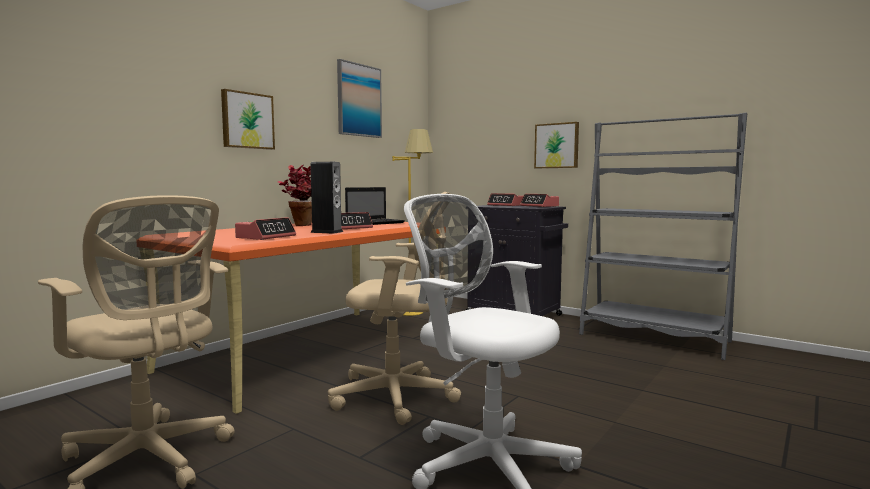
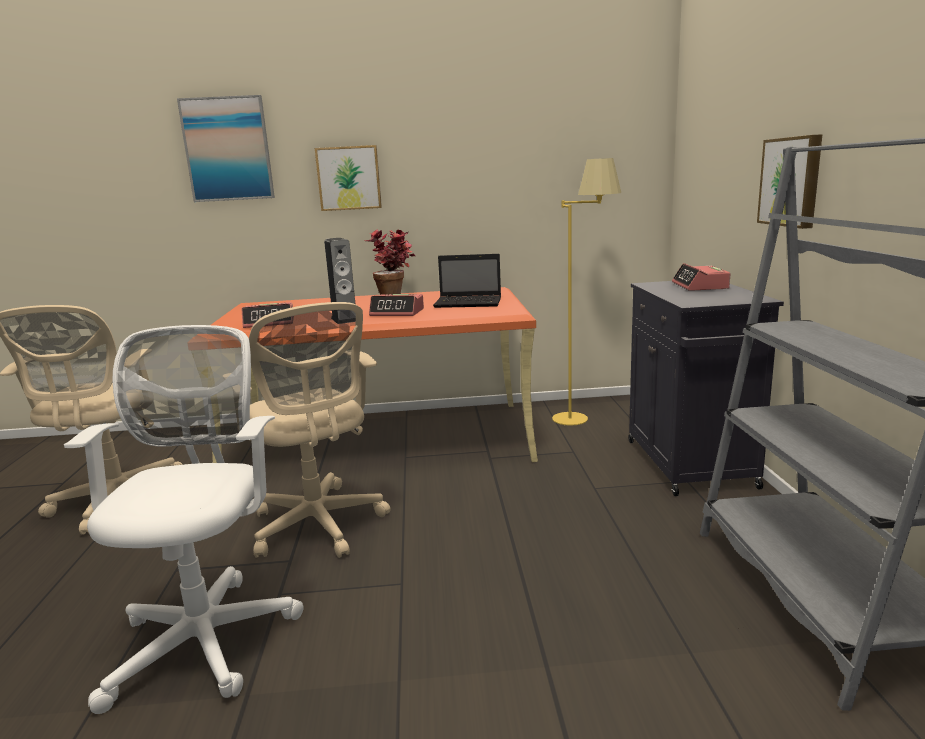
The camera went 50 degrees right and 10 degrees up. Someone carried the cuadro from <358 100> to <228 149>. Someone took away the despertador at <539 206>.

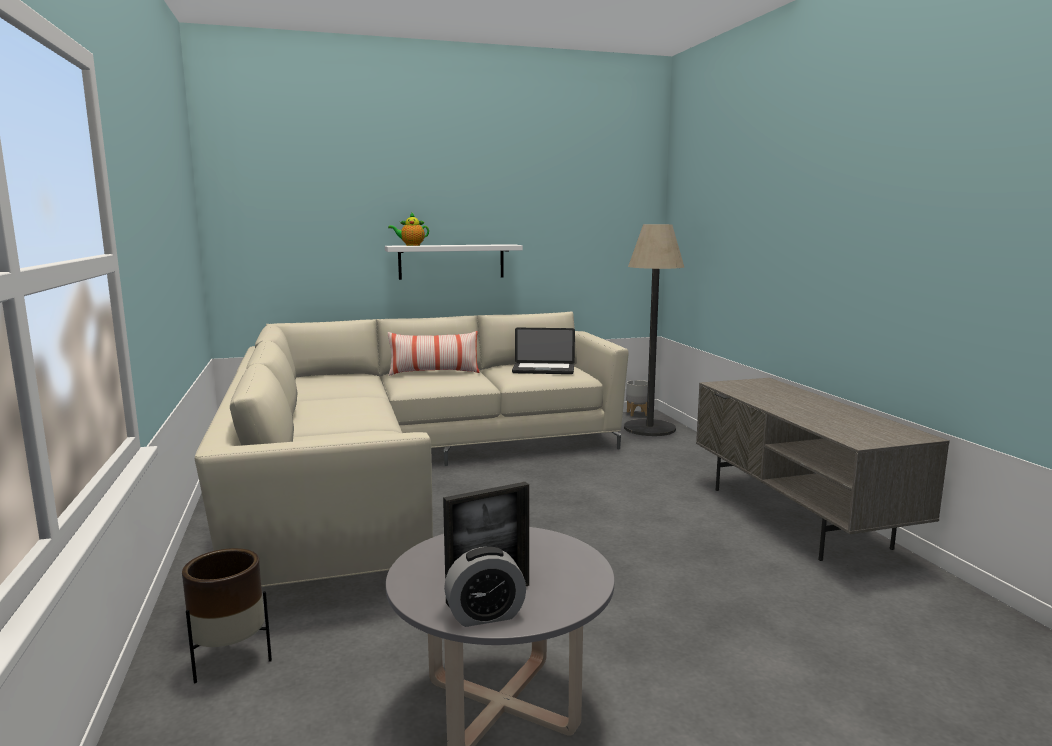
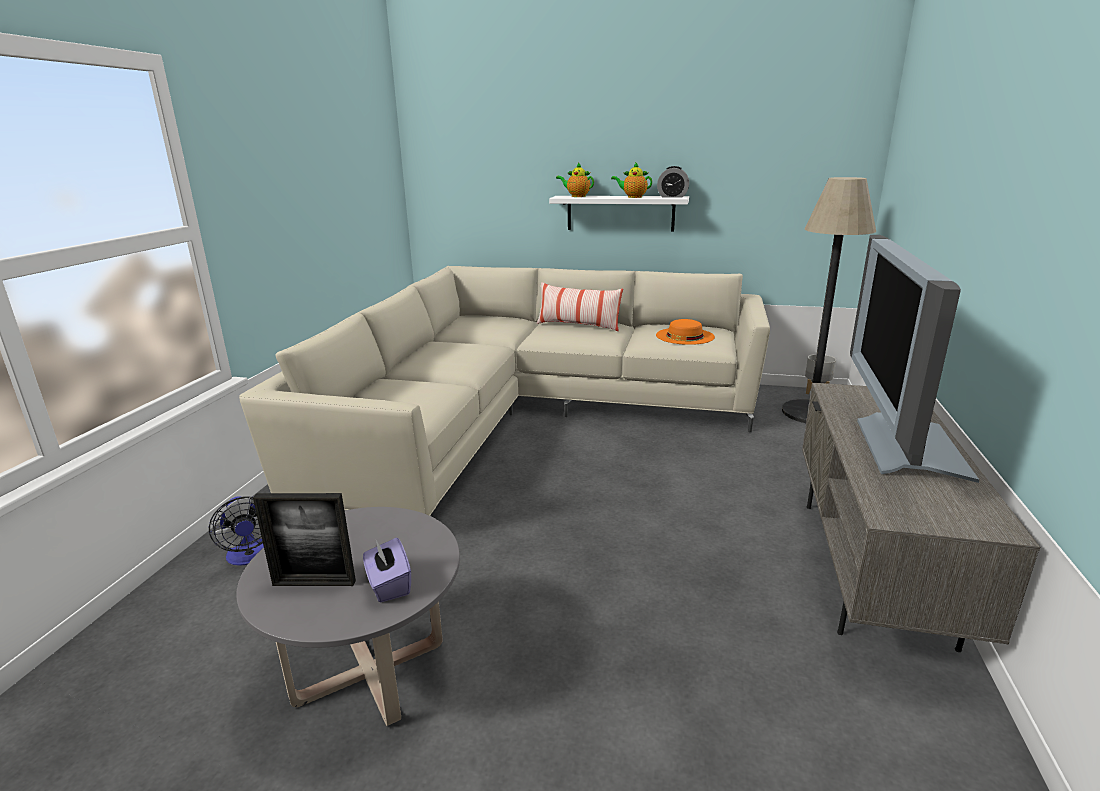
The camera went 30 degrees right and 10 degrees up. Someone swapped the maceta/marrón at <231 660> for the ventilador at <250 556>. Someone carried the despertador from <485 615> to <672 197>. Someone swapped the portátil at <543 370> for the sombrero/naranja at <685 336>. Someone put down the caja de pañuelos/morado at <389 585>. Someone put down the tetera at <633 197>. Someone put down the televisor at <901 449>.

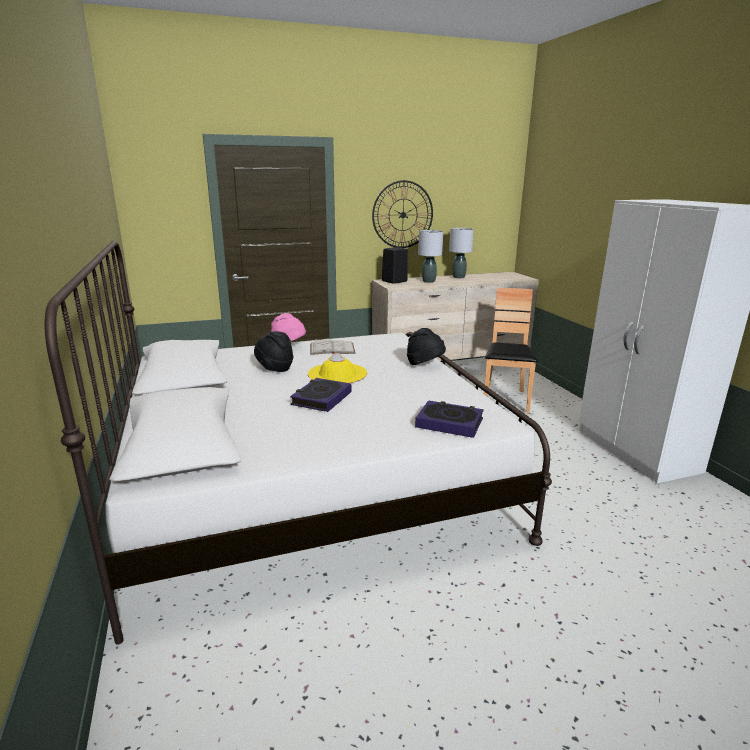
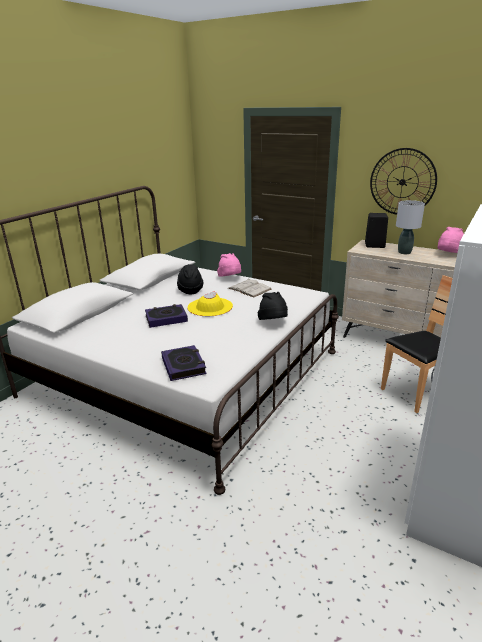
The camera went 50 degrees right and 5 degrees up. Someone swapped the lámpara de mesa/gris at <459 277> for the sombrero/rosa at <449 255>.

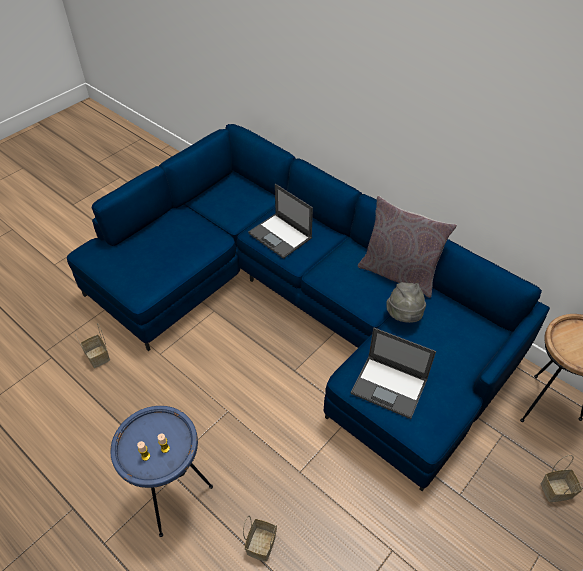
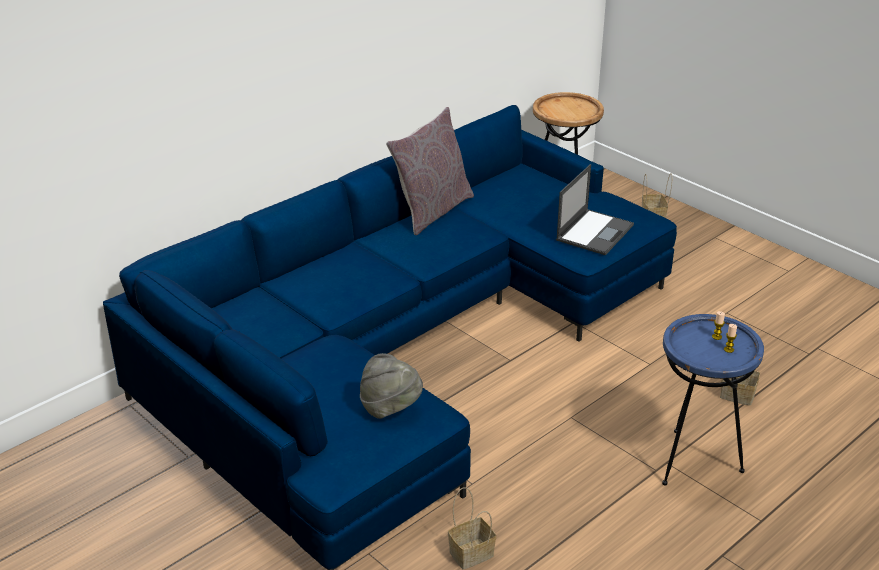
The camera went 85 degrees left and 15 degrees down. Someone took away the portátil at <280 236>. Someone carried the sombrero/gris from <404 316> to <390 408>.

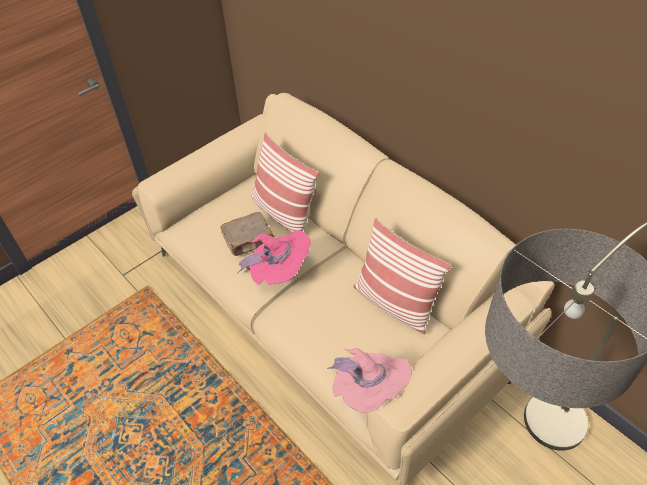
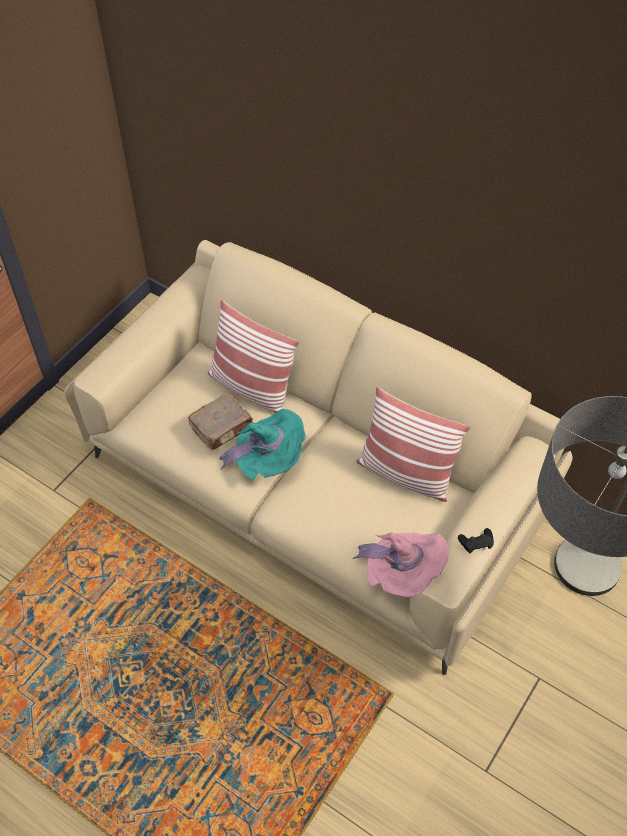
The camera went 15 degrees left and 5 degrees up. Someone repainted the sombrero/rosa at <279 272>, which became the sombrero/turquesa at <268 459>. Someone put down the mando de consola/negro at <476 542>.

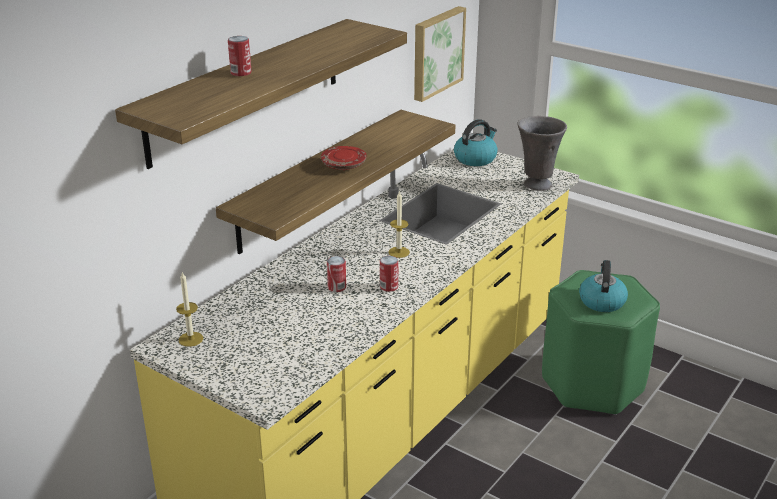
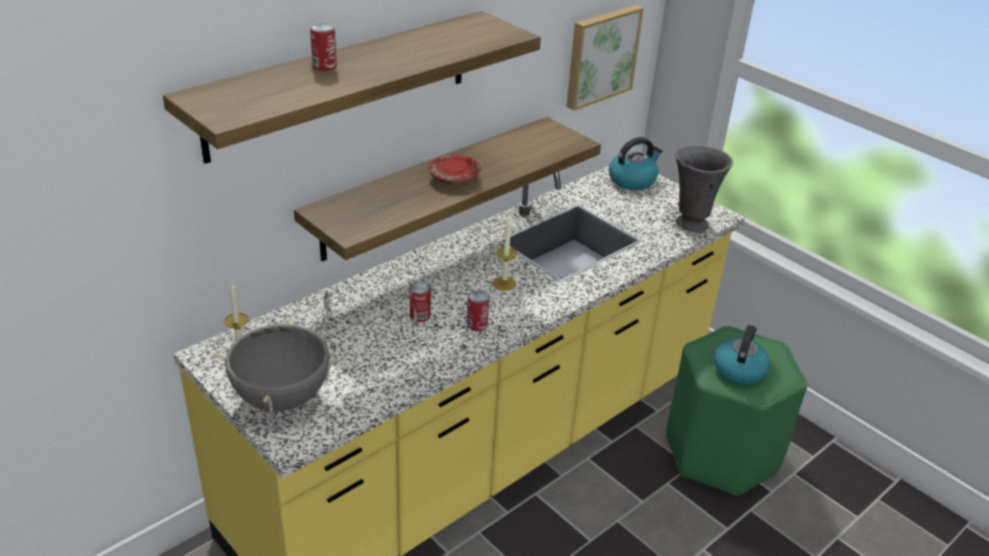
The camera went 10 degrees right and 5 degrees up. Someone put down the olla/gris at <281 398>.

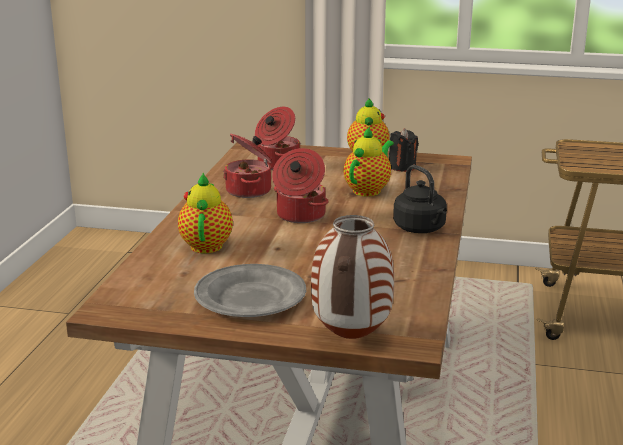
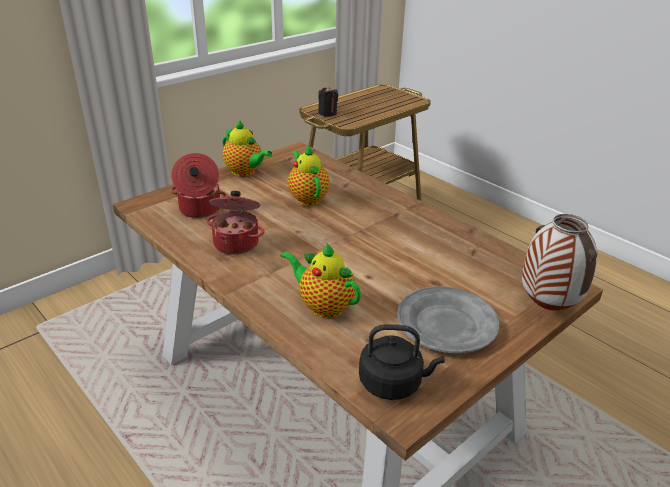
The camera went 55 degrees left and 10 degrees up. Someone took away the olla at <299 215>. Someone carried the vela/negro from <402 167> to <327 113>. Someone carried the hervidor/negro from <421 229> to <393 383>.

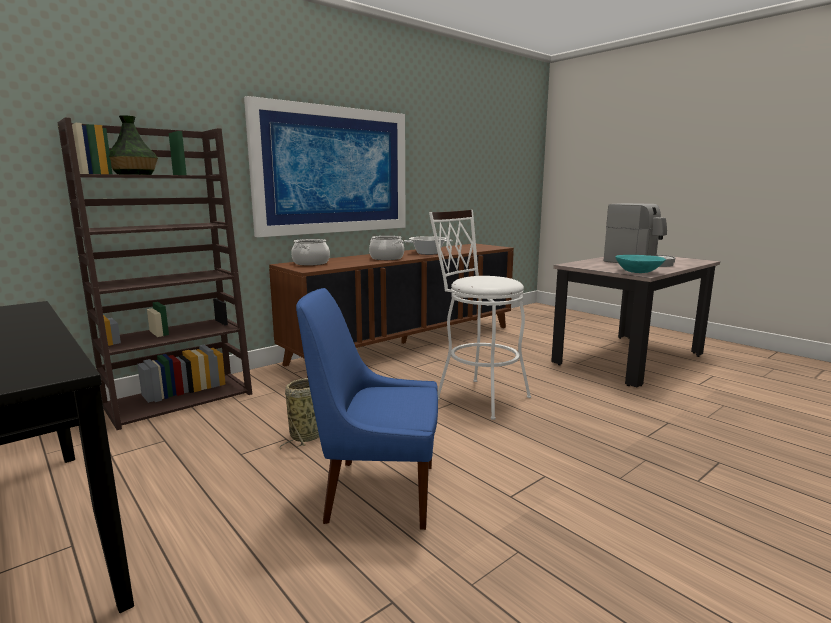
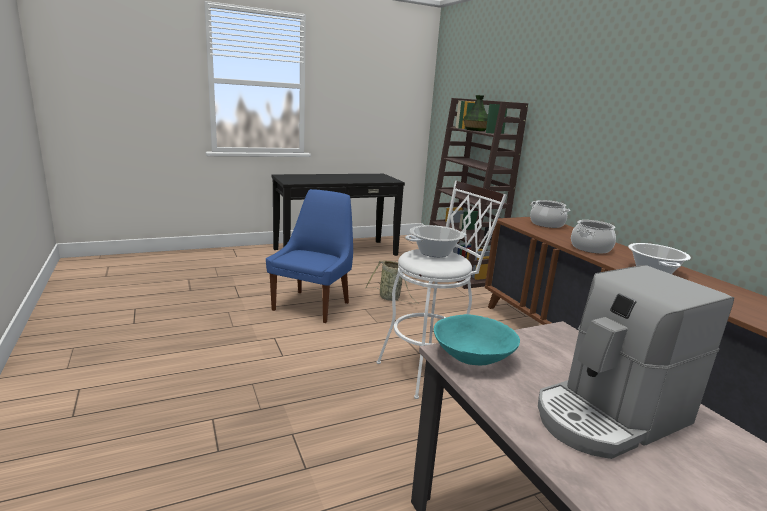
The camera went 105 degrees right and 5 degrees up. Someone took away the cuadro at <333 170>. Someone put down the olla at <435 253>.

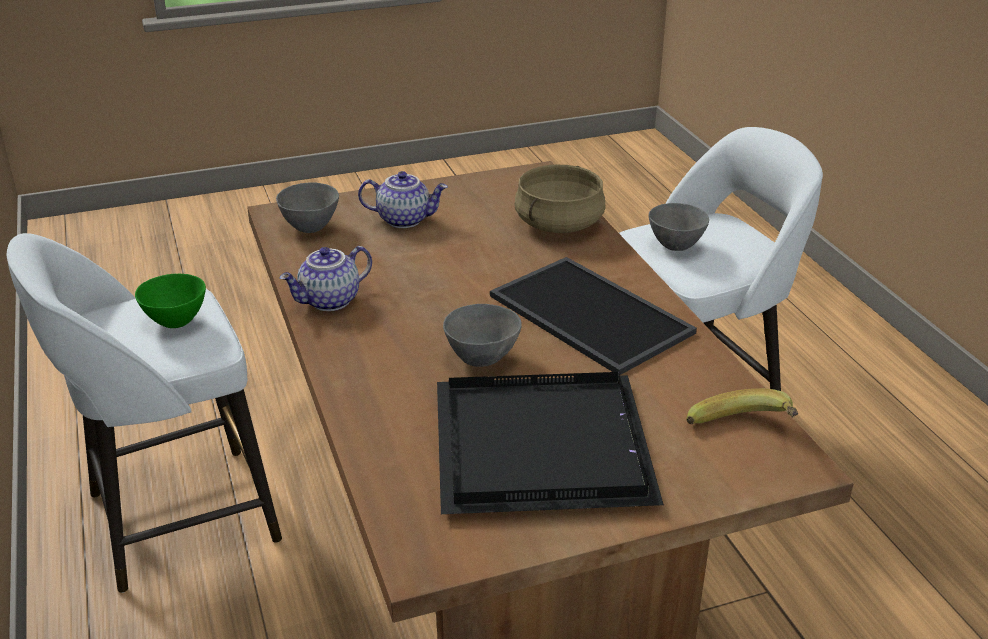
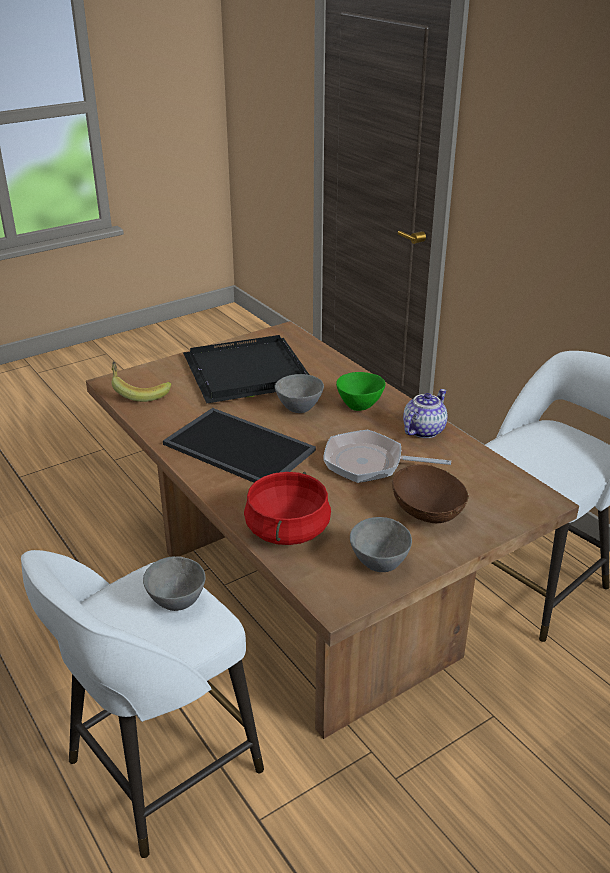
The camera went 165 degrees right and 0 degrees up. Someone carried the cuenco/verde from <175 322> to <359 406>. Someone carried the cuenco/gris from <311 228> to <378 564>. Someone swapped the tetera at <404 219> for the cuenco/marrón at <428 512>. Someone repainted the olla/beis at <558 224>, which became the olla/rojo at <288 530>. Someone put down the sartén at <369 463>.

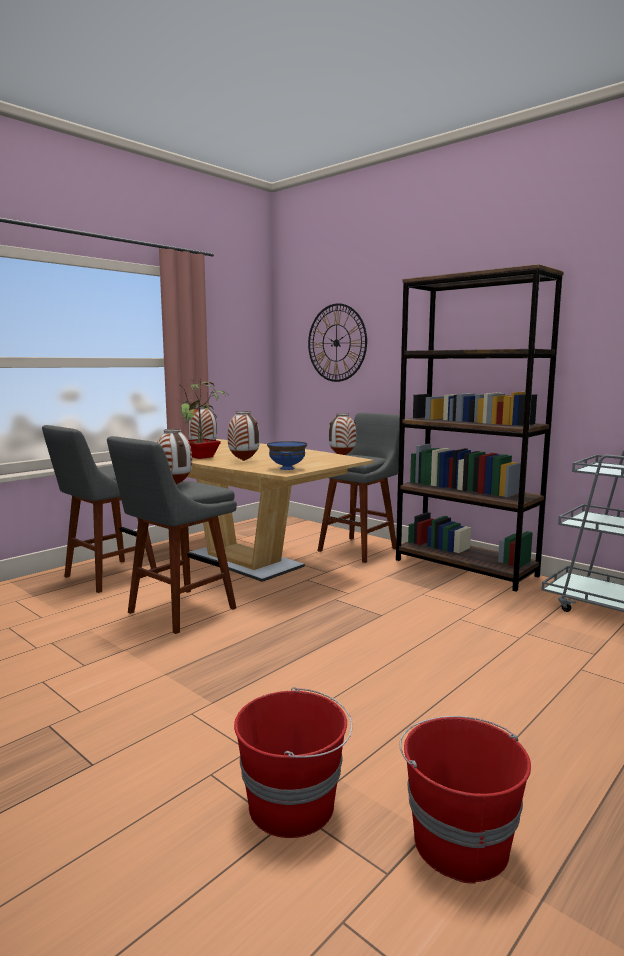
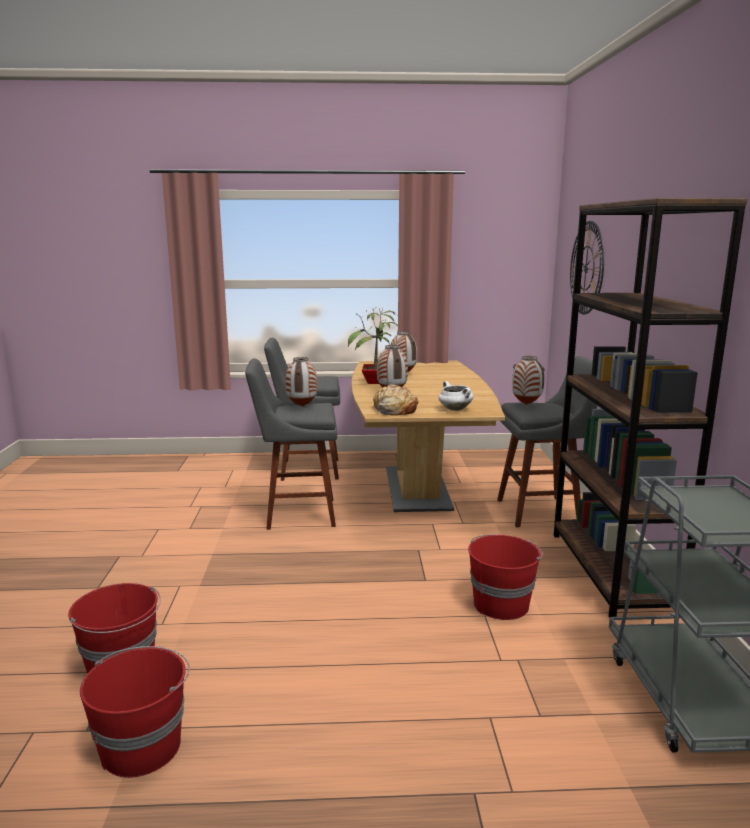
The camera went 45 degrees right and 5 degrees up. Someone swapped the cuenco/azul at <287 468> for the pan at <394 410>. Someone put down the olla/blanco at <454 409>. Someone put down the cubo/rojo at <501 603>.

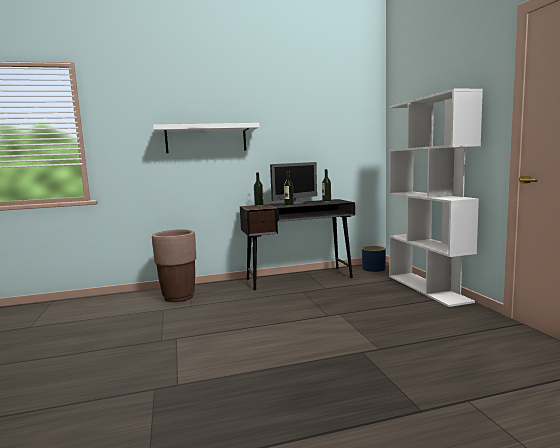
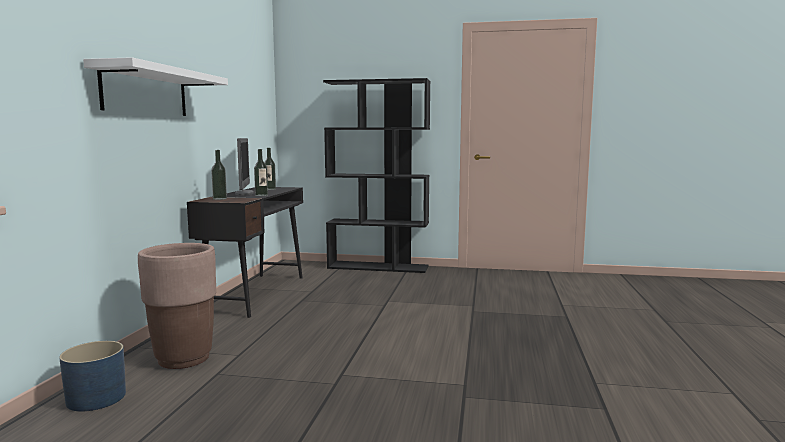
The camera went 65 degrees left and 0 degrees up. Someone carried the maceta/azul from <374 268> to <97 398>. Someone repainted the estantería/blanco at <428 288>, which became the estantería/negro at <378 267>.

